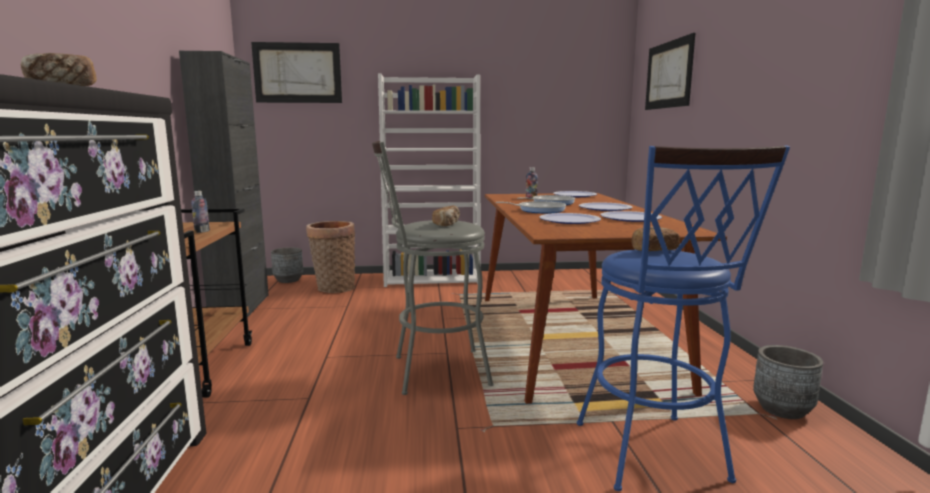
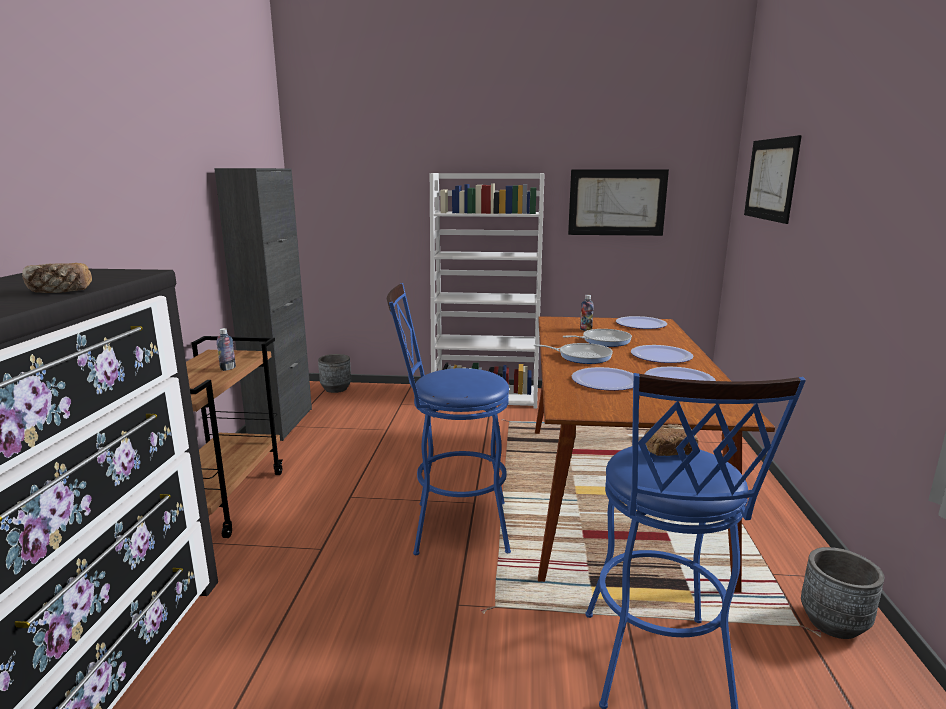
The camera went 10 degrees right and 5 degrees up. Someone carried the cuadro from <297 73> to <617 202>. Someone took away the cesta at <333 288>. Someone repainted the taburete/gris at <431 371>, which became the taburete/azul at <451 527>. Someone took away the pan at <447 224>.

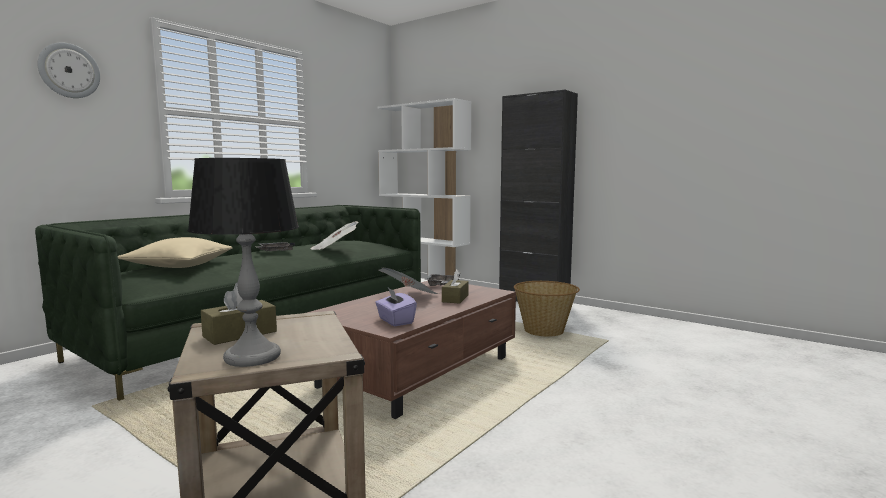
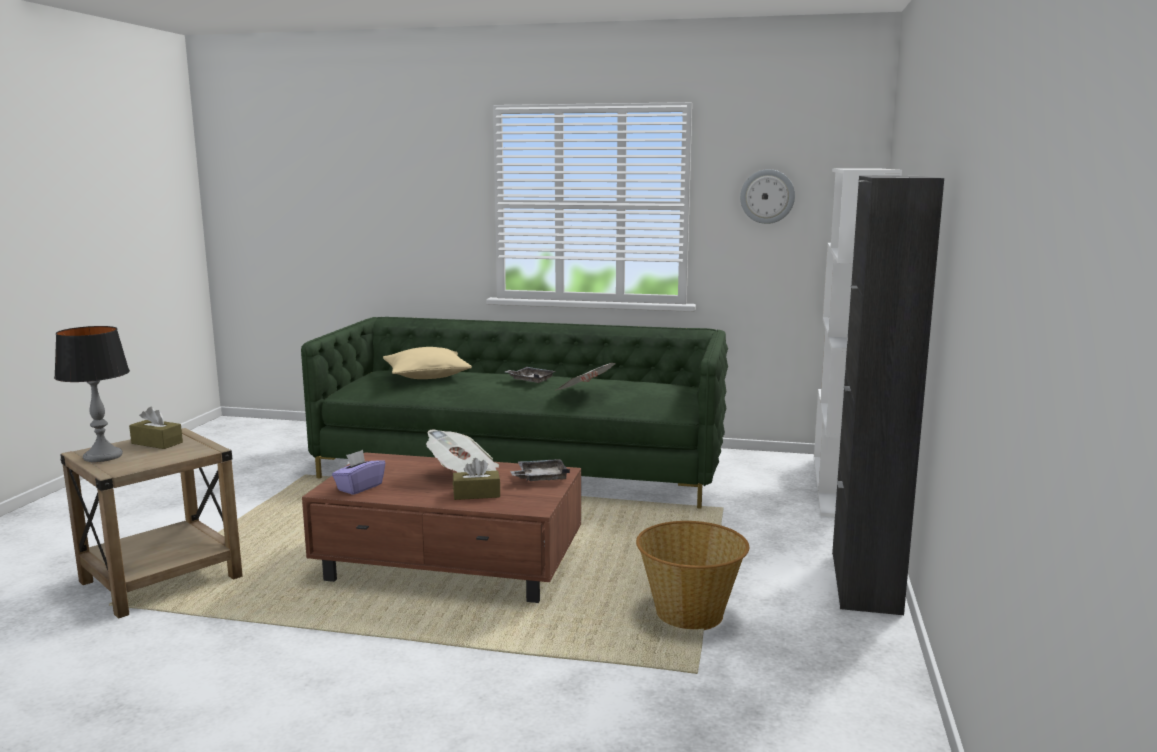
The camera went 65 degrees right and 5 degrees up. Someone carried the reloj de pared from <69 71> to <767 196>.

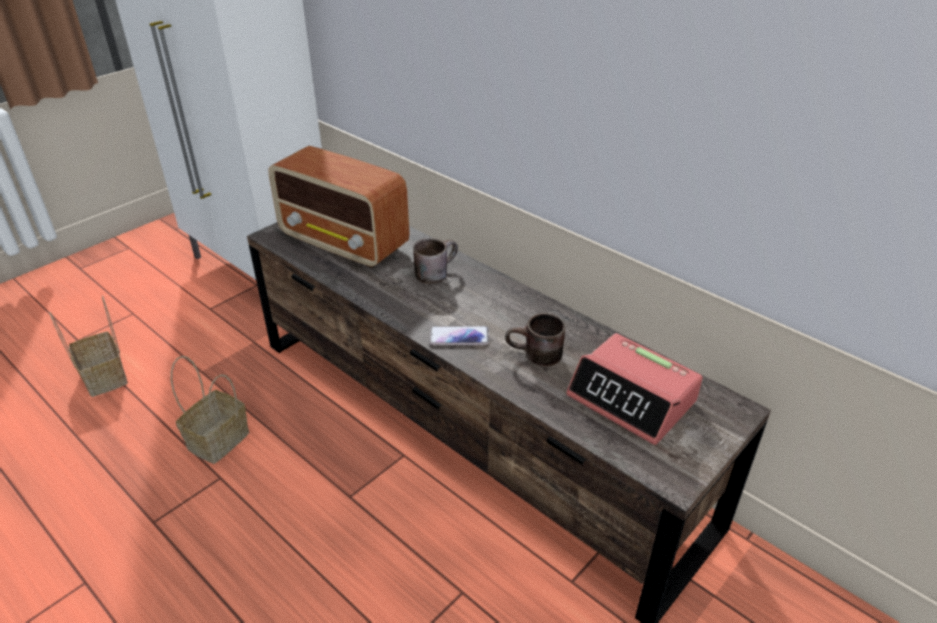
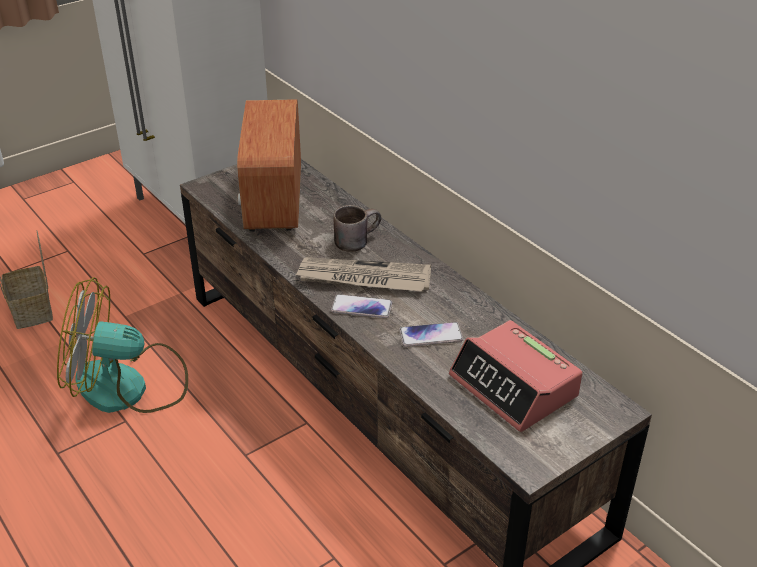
The camera went 10 degrees right and 0 degrees up. Someone swapped the cesta at <218 442> for the ventilador at <129 387>. Someone rotated the radio at <345 243> by 45 degrees clockwise. Someone swapped the taza grande/marrón at <535 357> for the móvil at <431 336>. Someone put down the periódico at <363 278>.

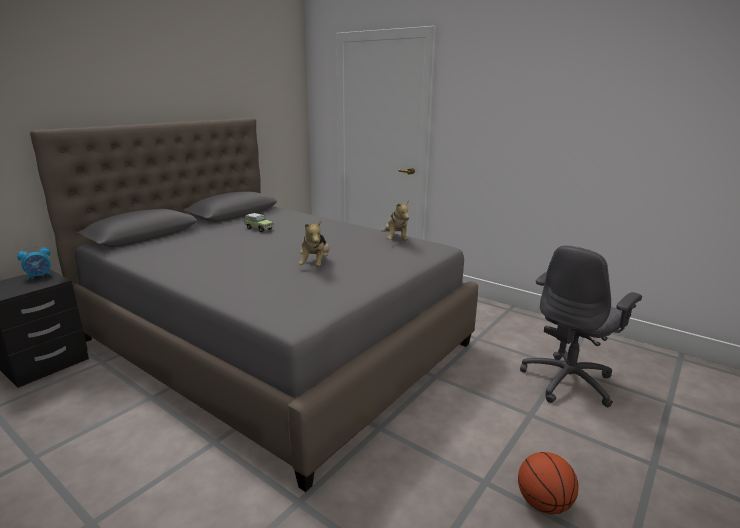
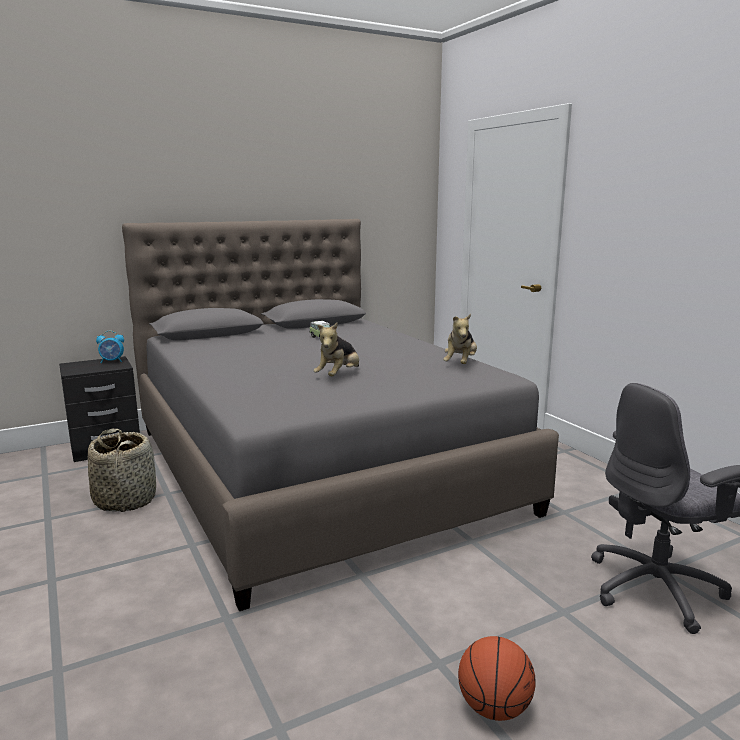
The camera went 25 degrees right and 5 degrees down. Someone put down the cesta at <125 500>.

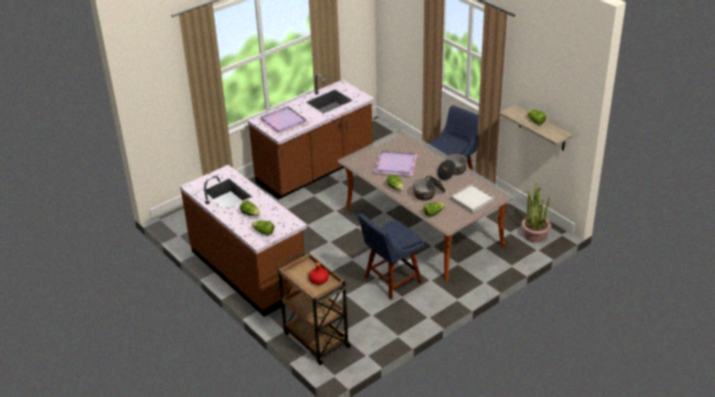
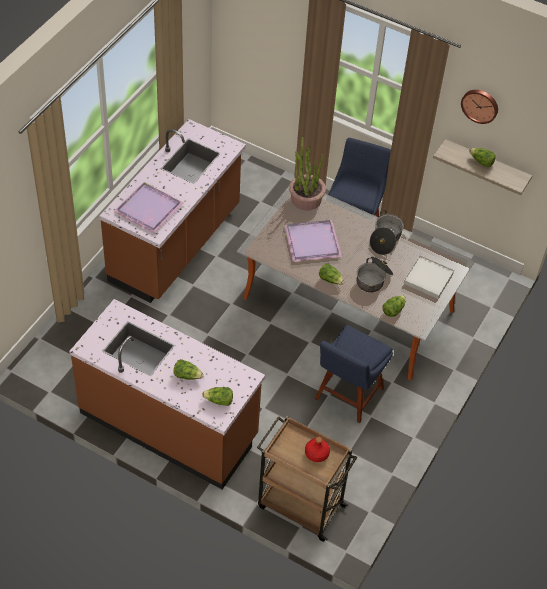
The camera went 25 degrees left and 15 degrees up. Someone carried the planta en maceta from <534 234> to <306 199>. Someone put up the reloj de pared at <480 105>.

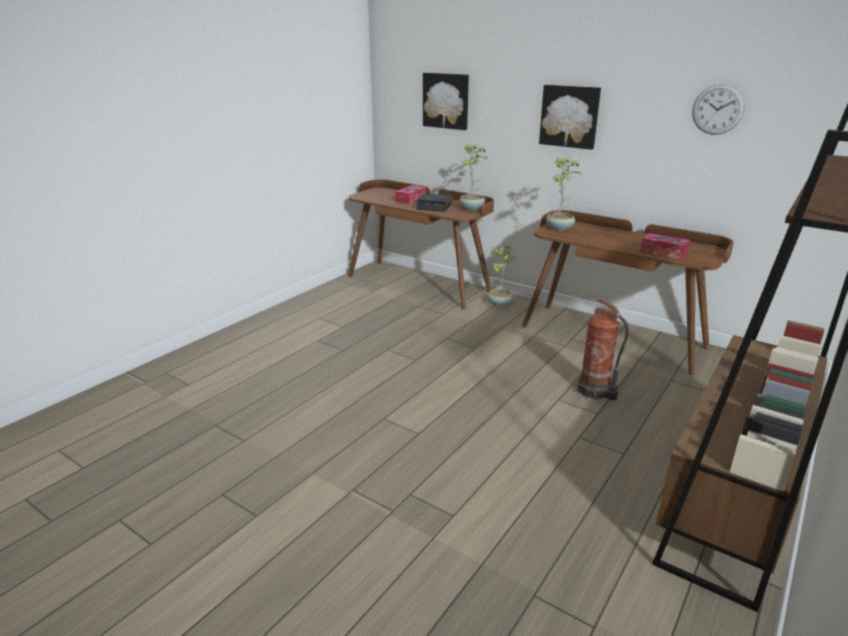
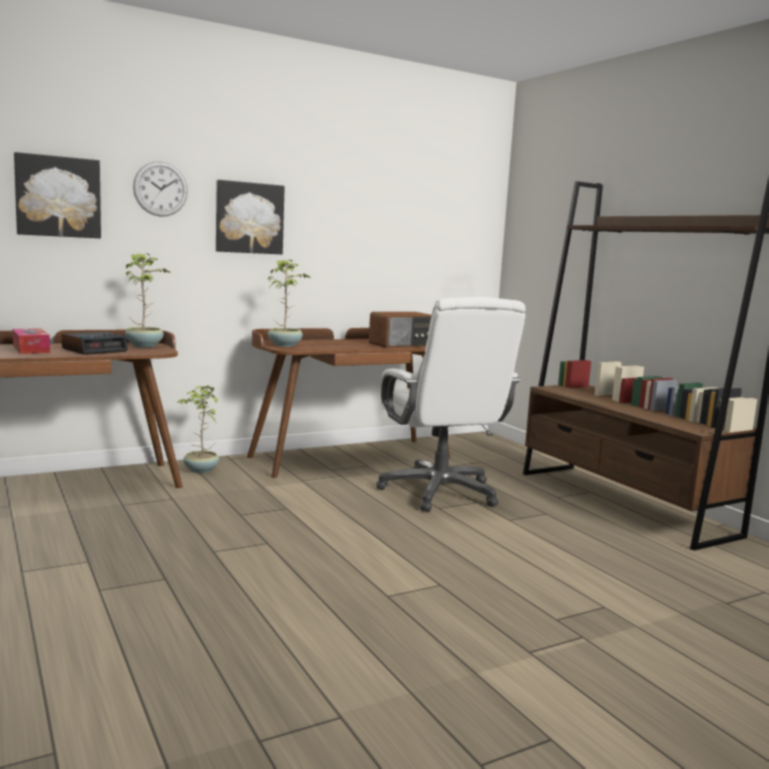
The camera went 65 degrees left and 15 degrees down. Someone swapped the extintor at <595 391> for the silla de oficina/blanco at <440 492>. Someone swapped the caja de pañuelos at <663 252> for the radio at <402 345>. Someone carried the reloj de pared from <717 109> to <160 189>.

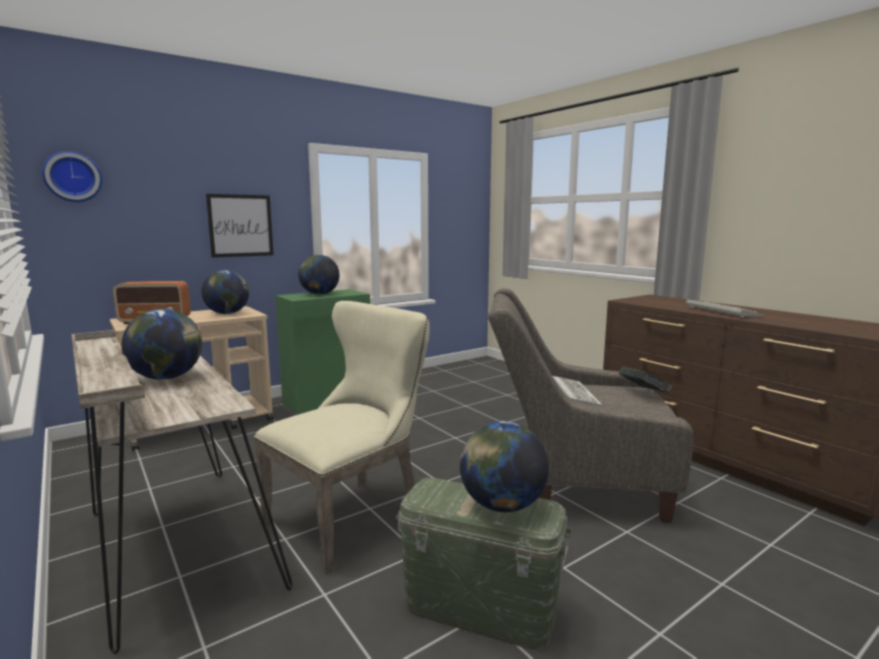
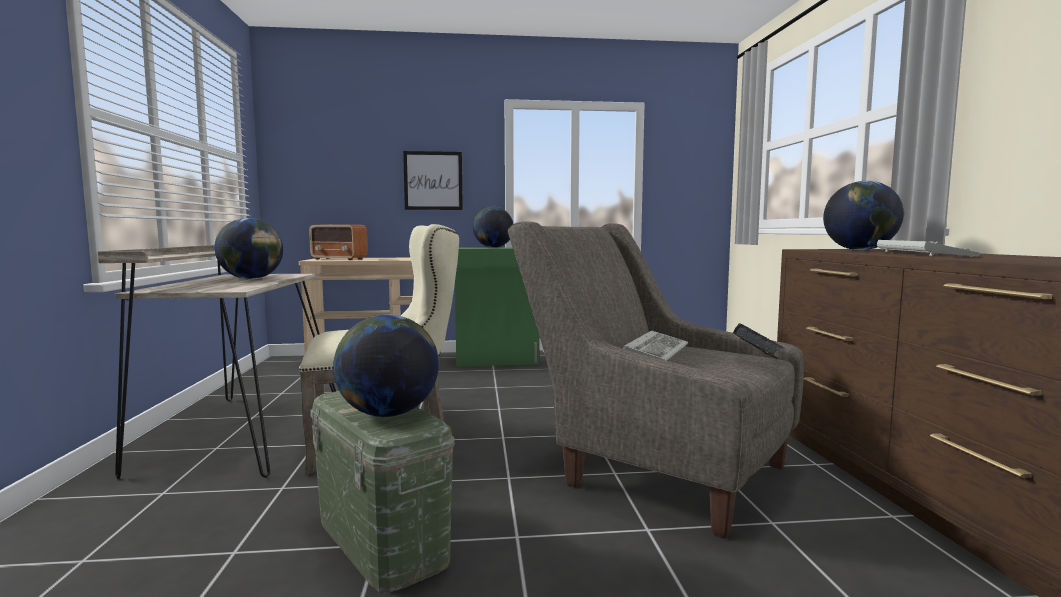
The camera went 30 degrees right and 5 degrees down. Someone took away the reloj de pared at <72 177>. Someone carried the globo terráqueo from <227 313> to <860 250>.

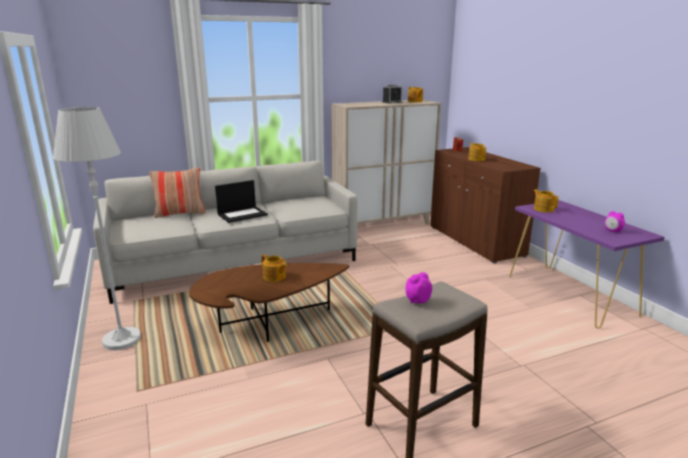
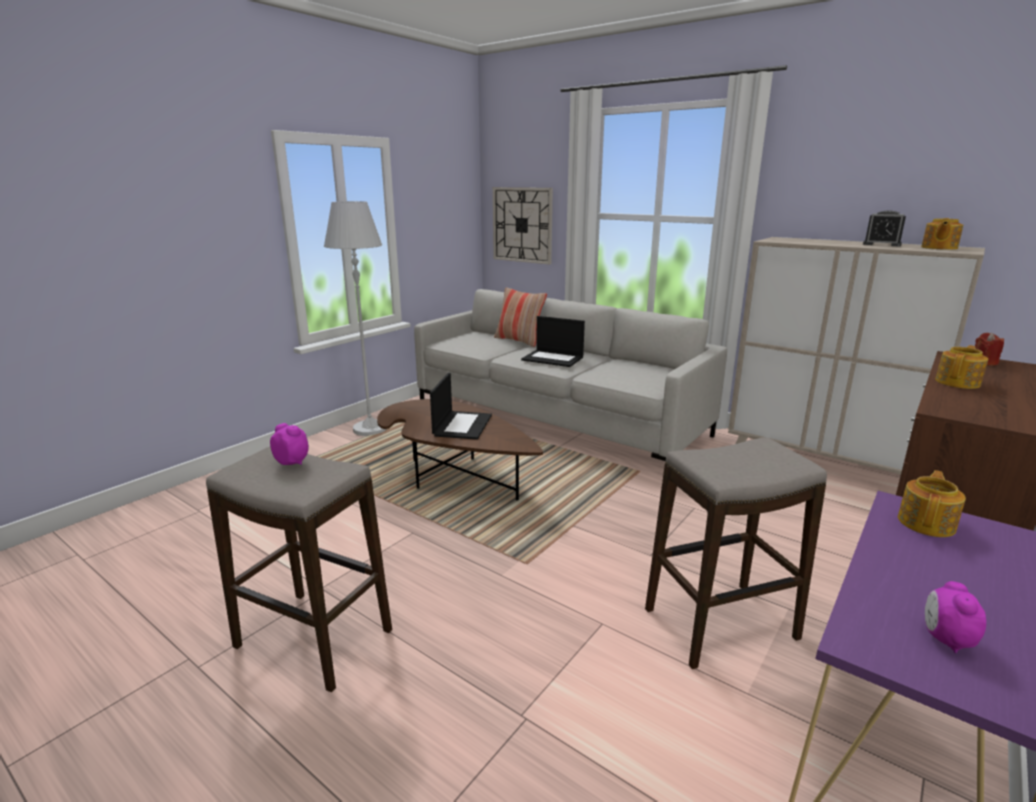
The camera went 60 degrees right and 0 degrees up. Someone swapped the tetera at <274 277> for the portátil at <462 425>. Someone put up the reloj de pared at <522 225>. Someone put down the taburete at <721 624>.

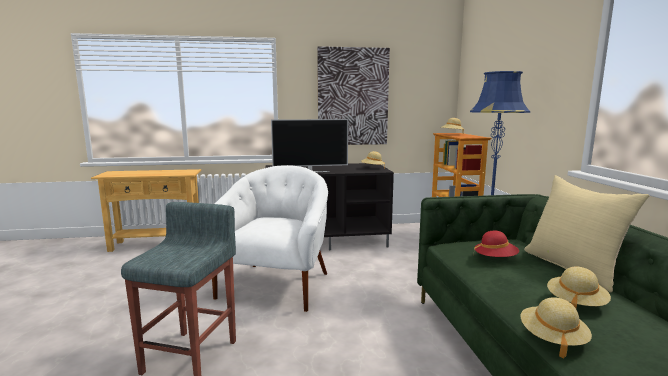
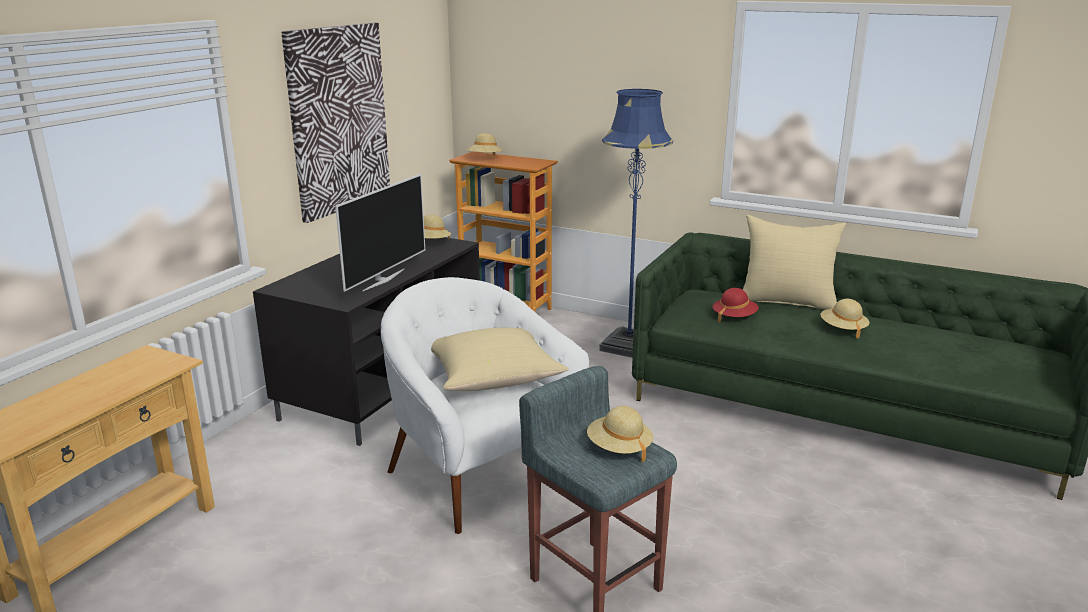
The camera went 55 degrees left and 10 degrees up. Someone carried the sombrero/beis from <552 338> to <619 448>. Someone put down the cojín/beis at <493 378>.

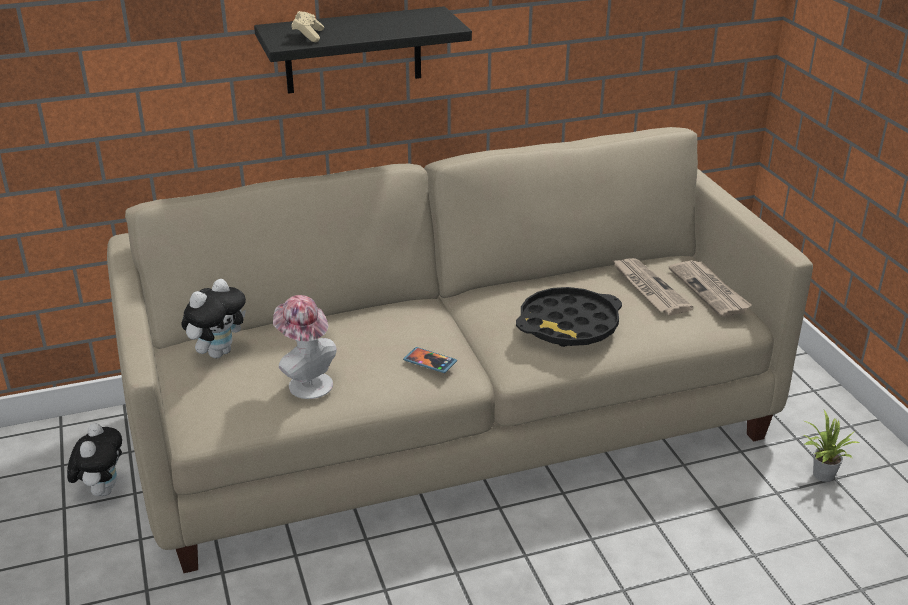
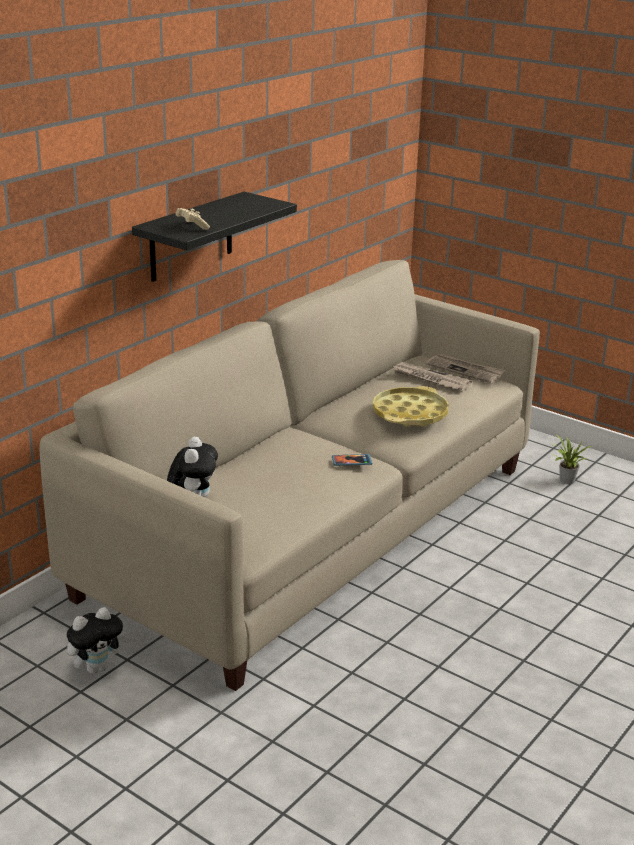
The camera went 35 degrees left and 5 degrees down. Someone rotated the peluche at <102 490> by 90 degrees clockwise. Someone took away the sombrero at <306 383>. Someone repainted the bandeja/negro at <568 325>, which became the bandeja/amarillo at <410 414>.

